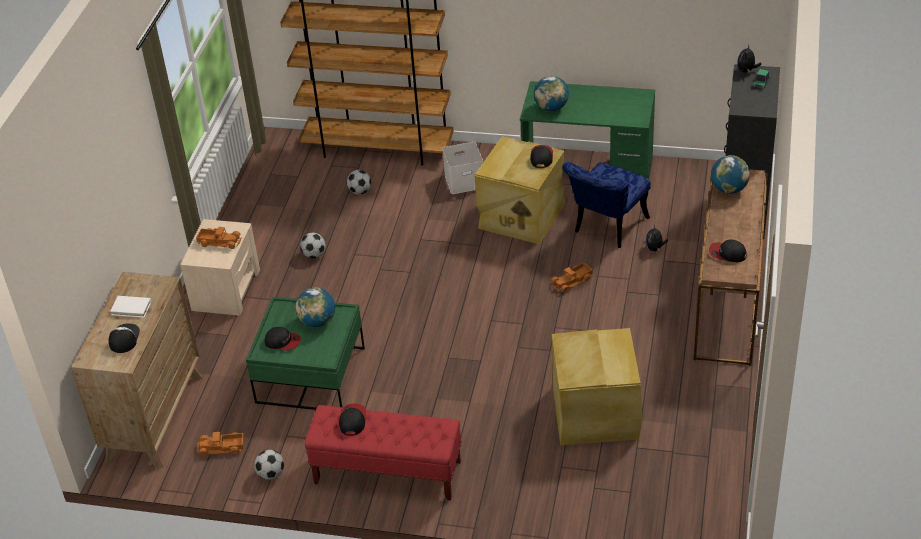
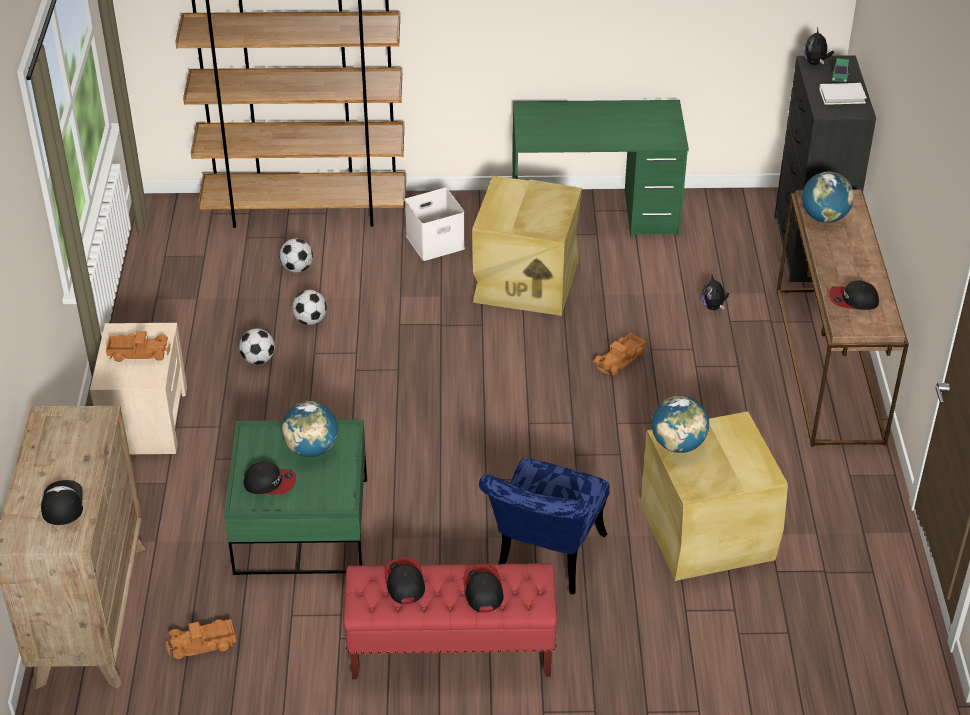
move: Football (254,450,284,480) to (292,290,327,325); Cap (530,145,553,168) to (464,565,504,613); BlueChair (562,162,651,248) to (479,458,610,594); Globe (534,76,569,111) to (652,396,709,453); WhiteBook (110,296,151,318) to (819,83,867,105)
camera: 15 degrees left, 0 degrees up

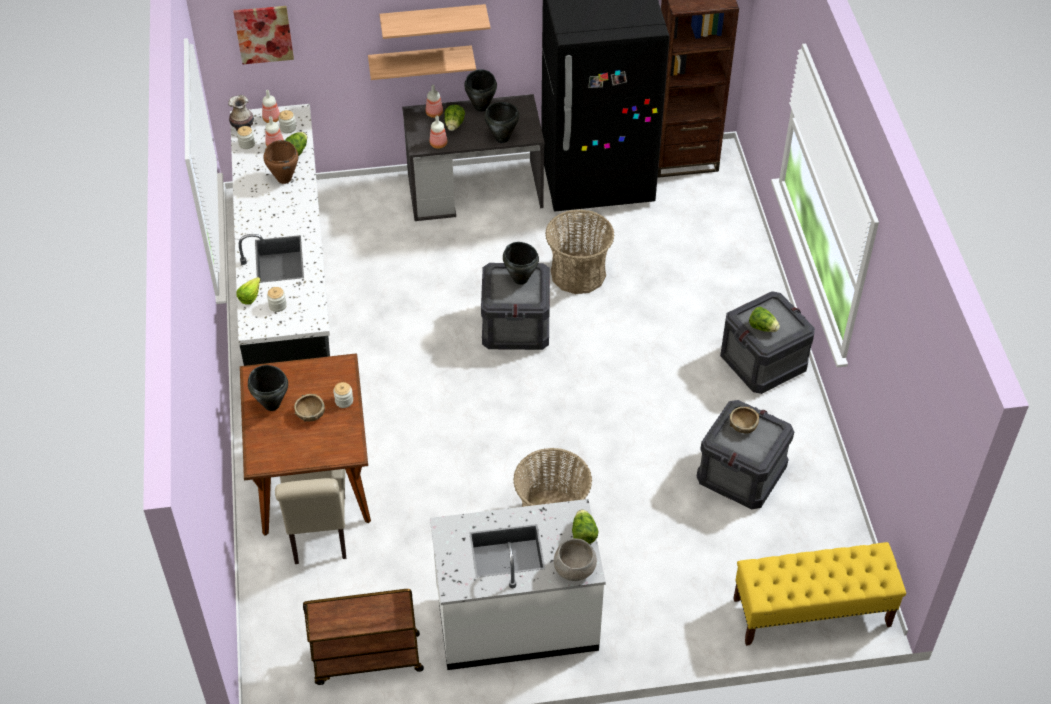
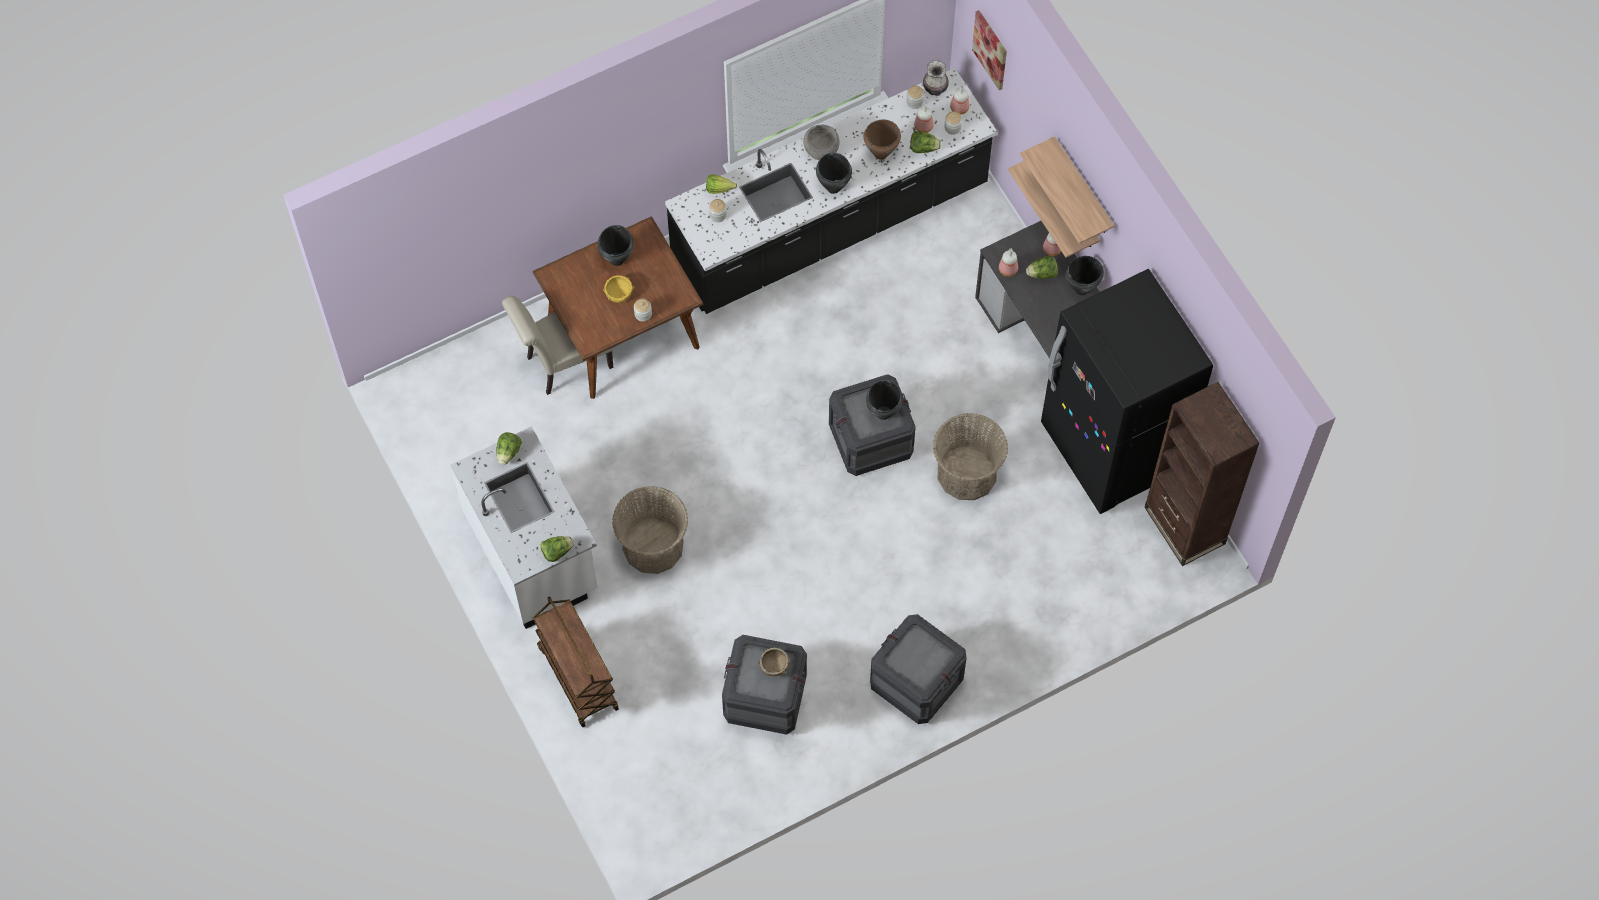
delete: YellowBench (733,542,906,646)
move: Lettuce (749,307,780,332) to (496,432,522,465); BrownCart (303,589,424,685) to (532,596,619,727); GreyBowl (554,538,597,581) to (803,125,840,160); BlackCookingPot (484,102,519,143) to (816,152,852,194)
recolor: BrownBowl (294,394,325,422) to YellowBowl (603,275,634,303)
camera: 70 degrees right, 15 degrees up

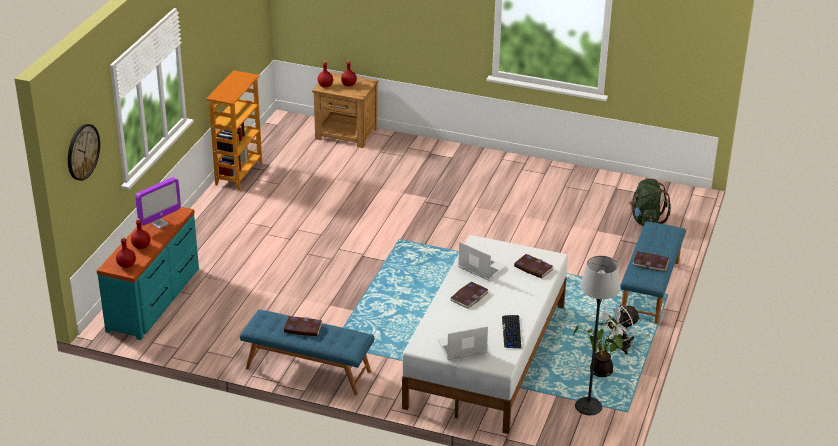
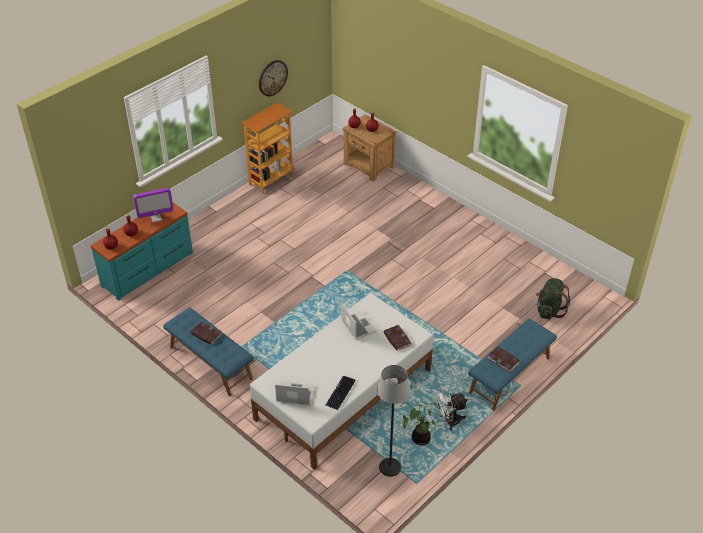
delete: Book (451,282,488,309)
move: WallClock (68,124,100,181) to (259,60,288,96)
camera: 25 degrees right, 10 degrees up

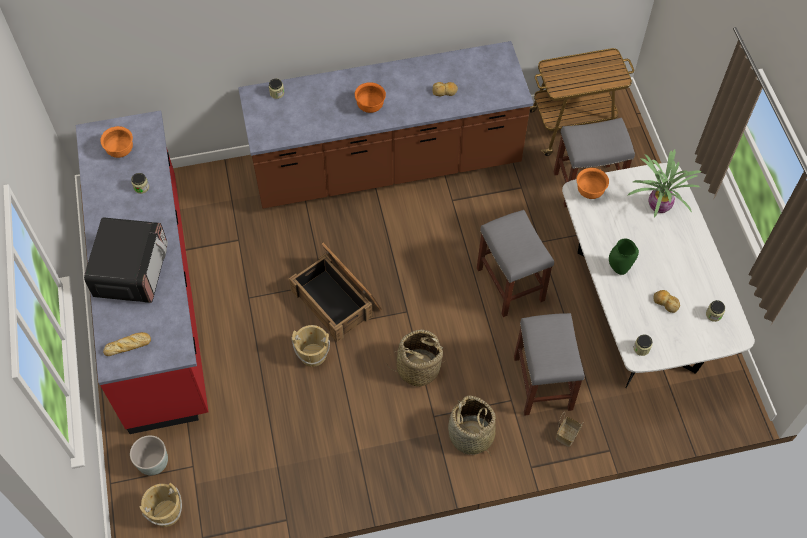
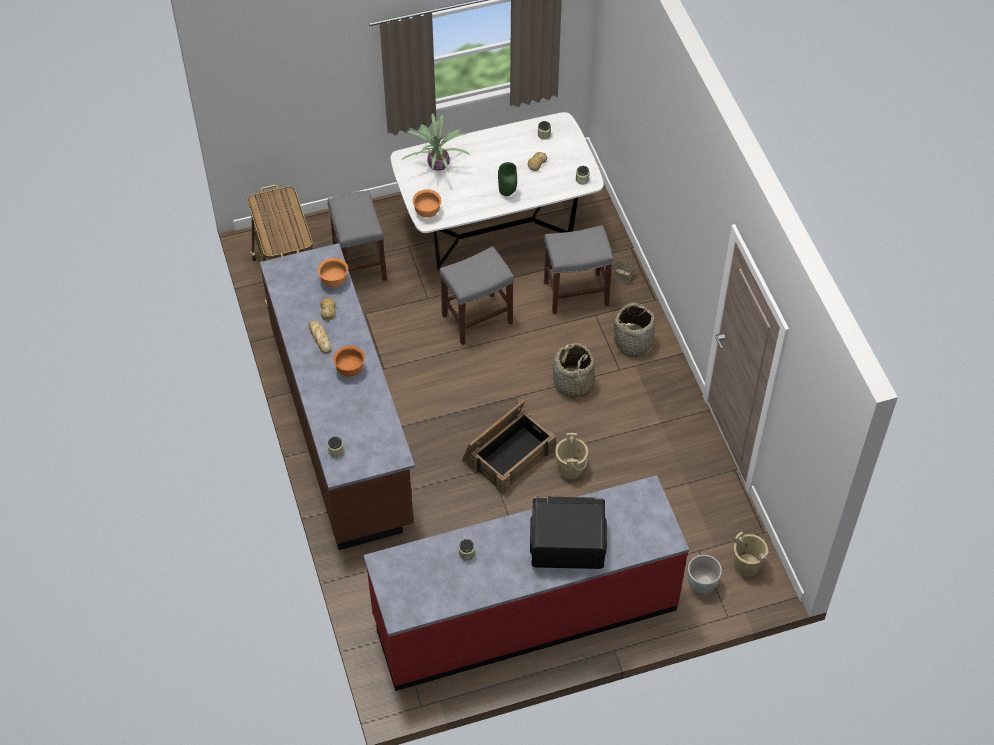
move: Bread (103,332,151,356) to (309,321,331,353); OrangeBowl (100,126,133,158) to (318,258,348,287)
camera: 95 degrees left, 5 degrees down

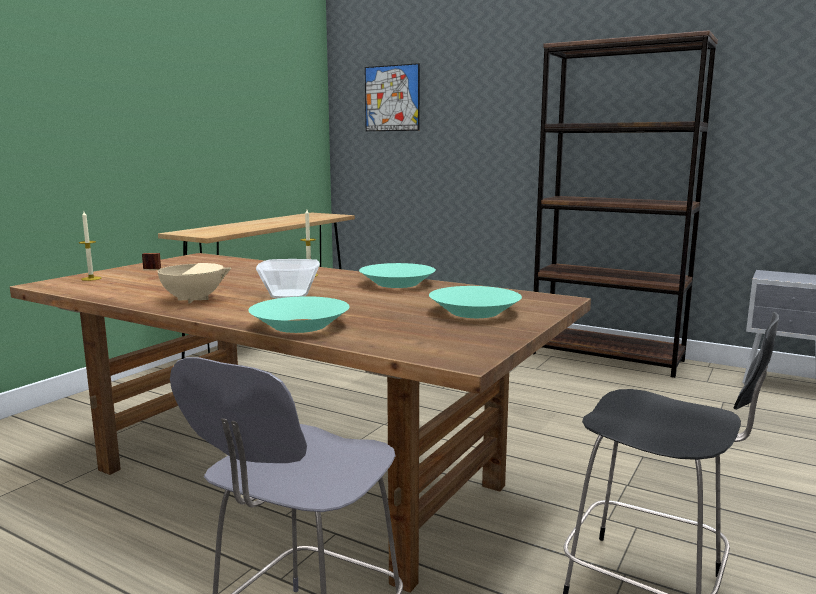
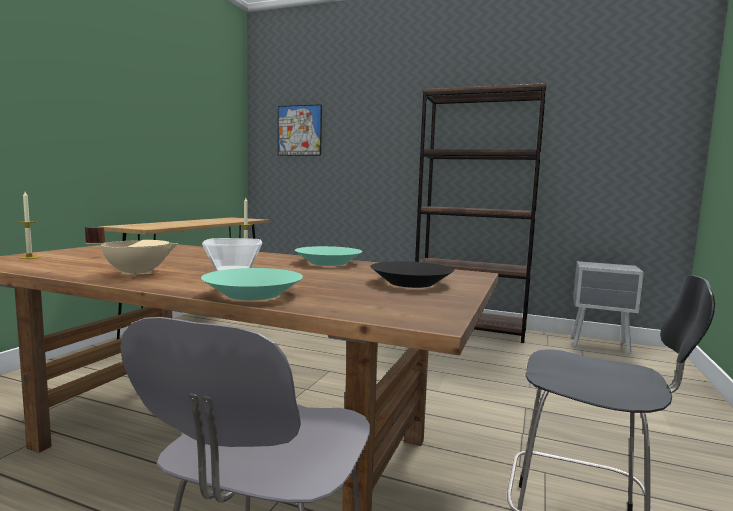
recolor: TurquoiseBowl (429,286,522,318) to BlackBowl (370,261,454,288)
camera: 10 degrees left, 5 degrees down

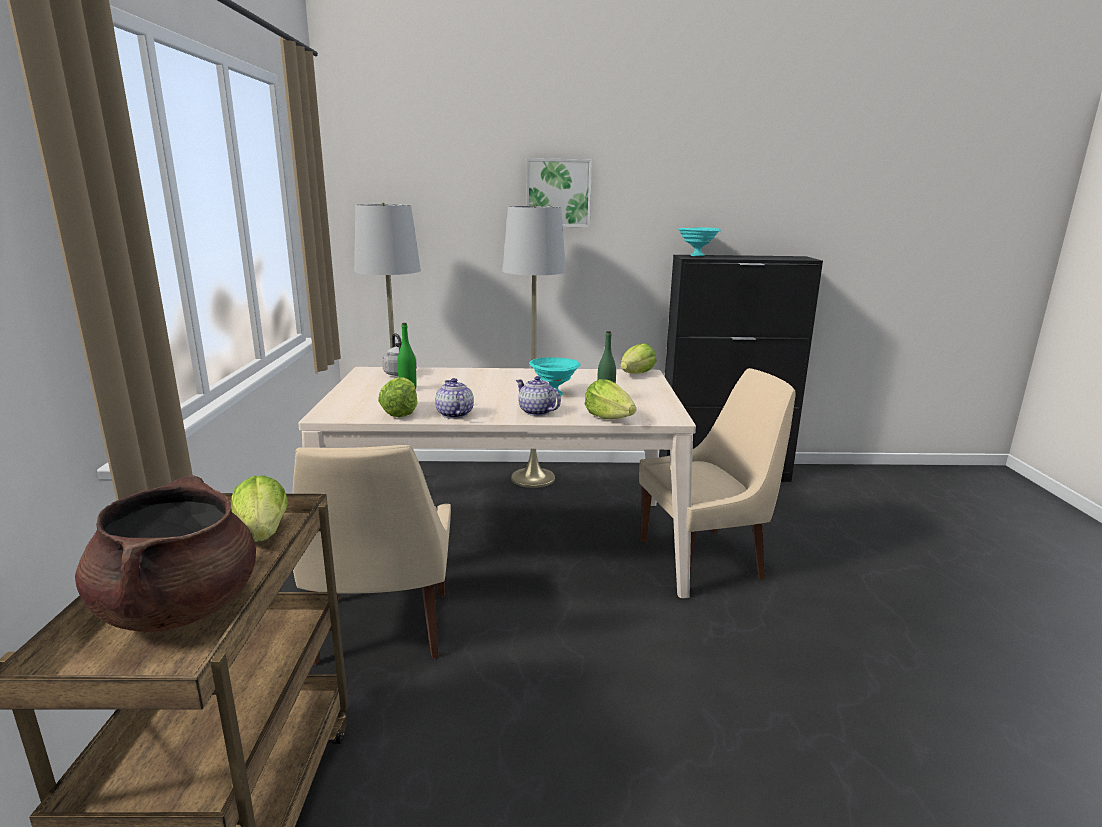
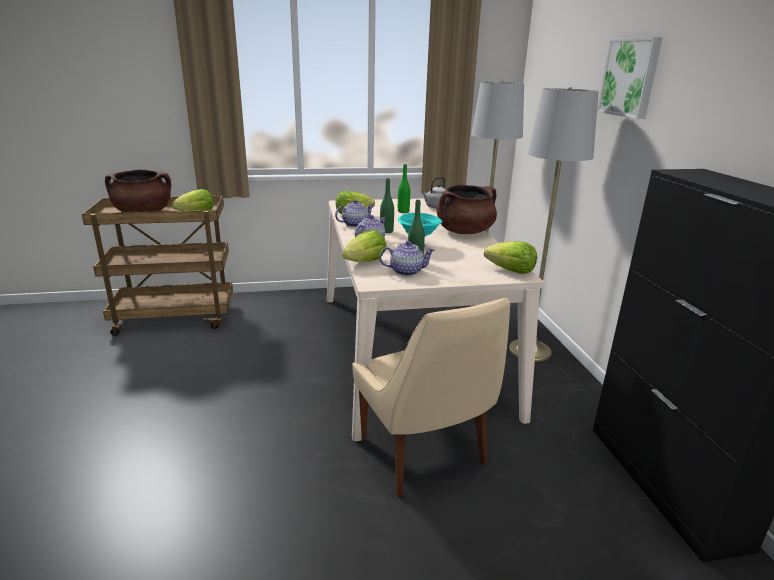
delete: BeigeChair (293,445,451,665); TurquoiseBowl (678,227,721,256)
insert: Teapot (379,241,435,276); GreenBottle (380,178,394,233); BrownCookingPot (436,185,497,234)
camera: 80 degrees right, 5 degrees up

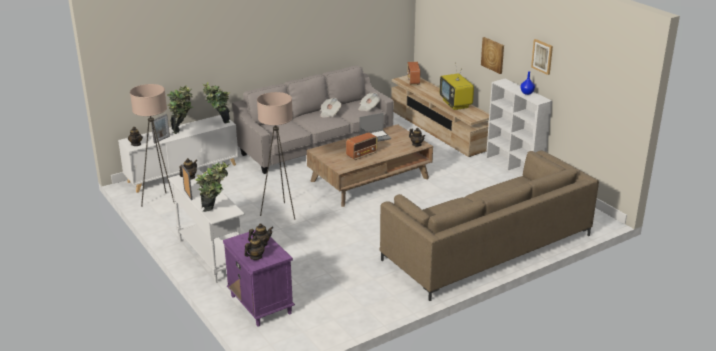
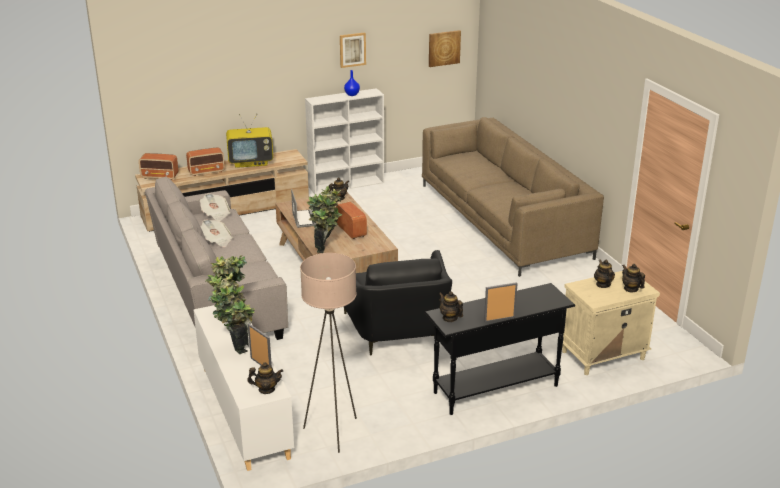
insert: Radio (186,147,225,176)
move: PottedPlant (195,162,230,212) to (307,186,342,253); Picture (481,37,504,74) to (429,30,461,67)
replace: BeigeFloorLamp (257,92,295,220) to BlackArmchair (344,250,452,355)
recolor: WhiteConsoleTable (168,170,245,283) to BlackConsoleTable (425,283,575,415); PurpleNightstand (223,230,295,326) to BeigeNightstand (562,271,660,375)
camera: 80 degrees left, 0 degrees up

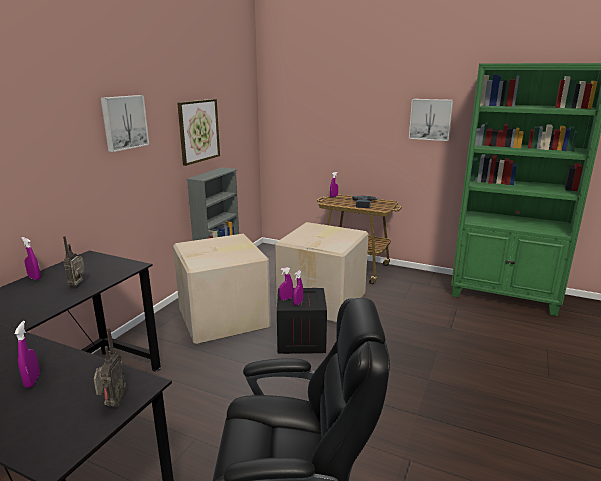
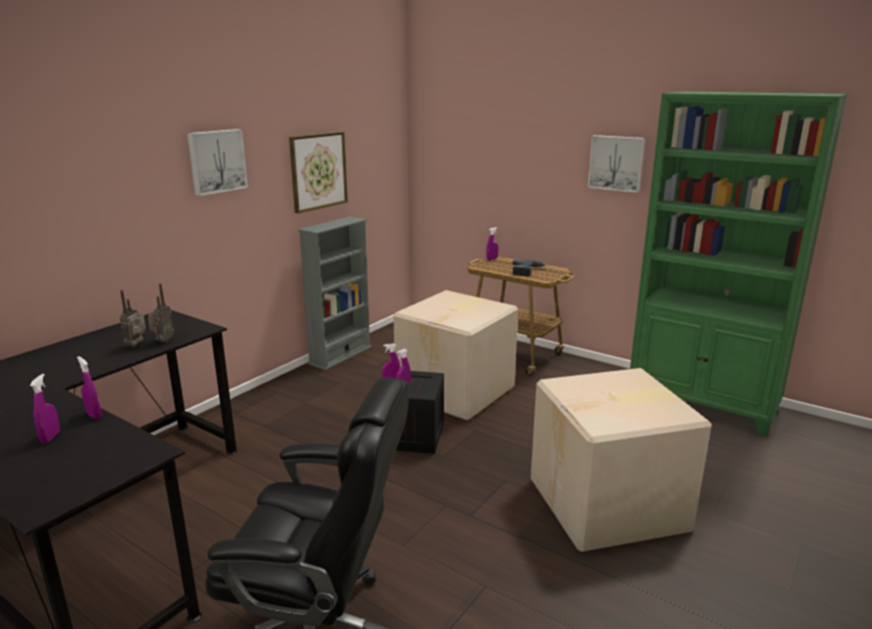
move: PurpleSprayBottle (21,237,41,280) to (77,356,102,419); Radio (94,327,126,407) to (148,283,174,342); CardboardBox (173,234,271,345) to (531,368,712,552)
camera: 10 degrees right, 0 degrees up

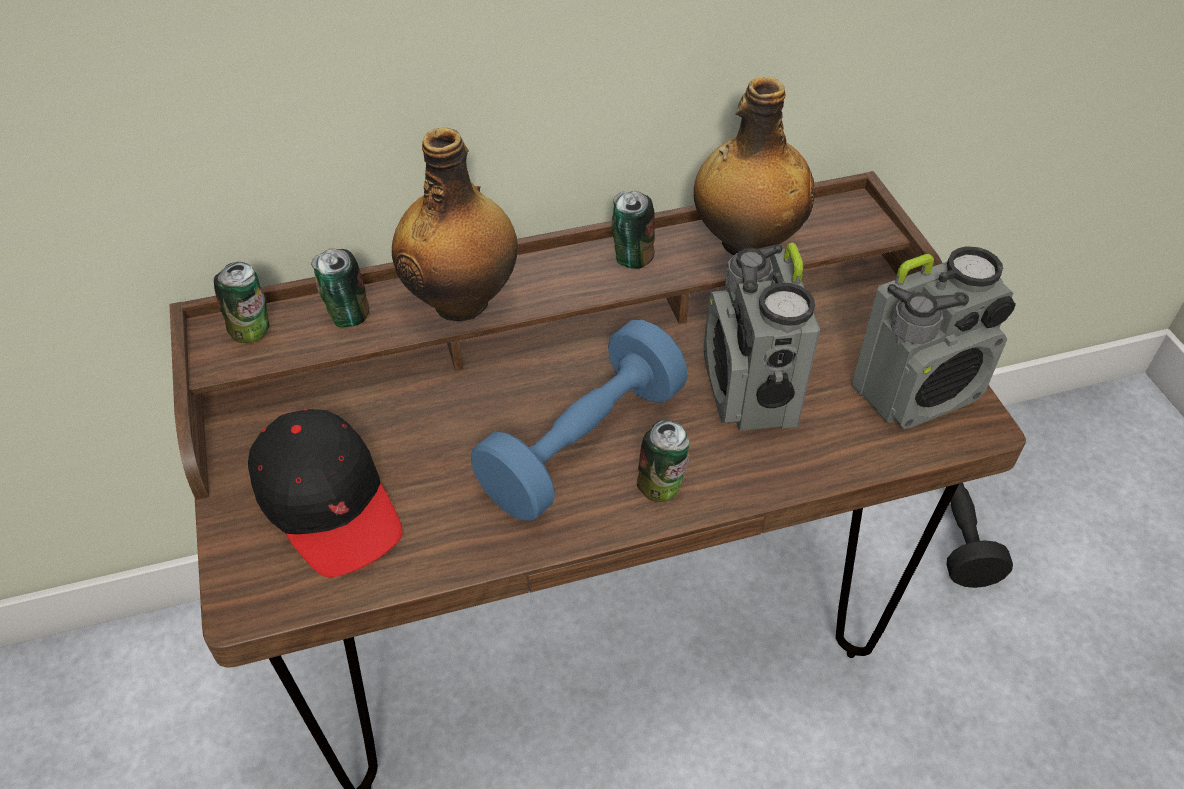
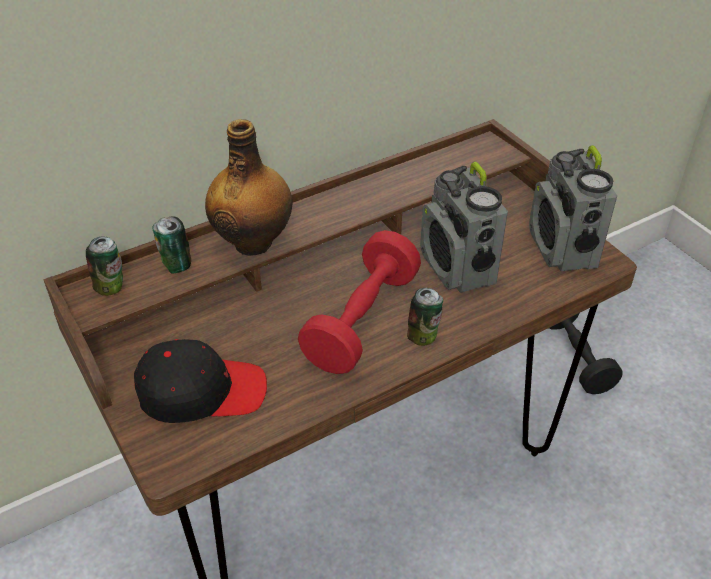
delete: Can (612,191,655,269); Bottle (694,77,815,255)
recolor: BlueDumbbell (471,320,688,521) to RedDumbbell (298,230,421,374)
rotate: BlackCap (248,409,403,577) = (134,339,267,423) 45 degrees counterclockwise; Radio (851,246,1016,429) = (529,145,617,271) 120 degrees clockwise
camera: 15 degrees left, 5 degrees down

